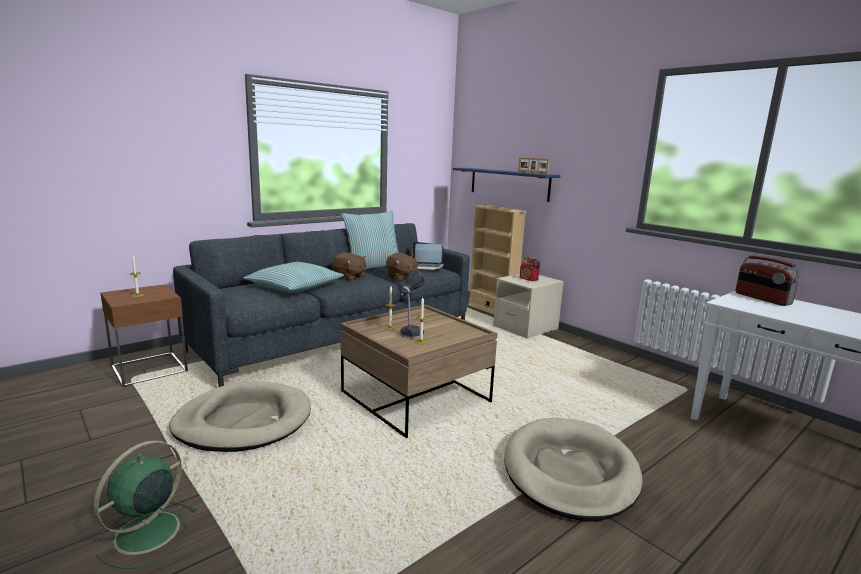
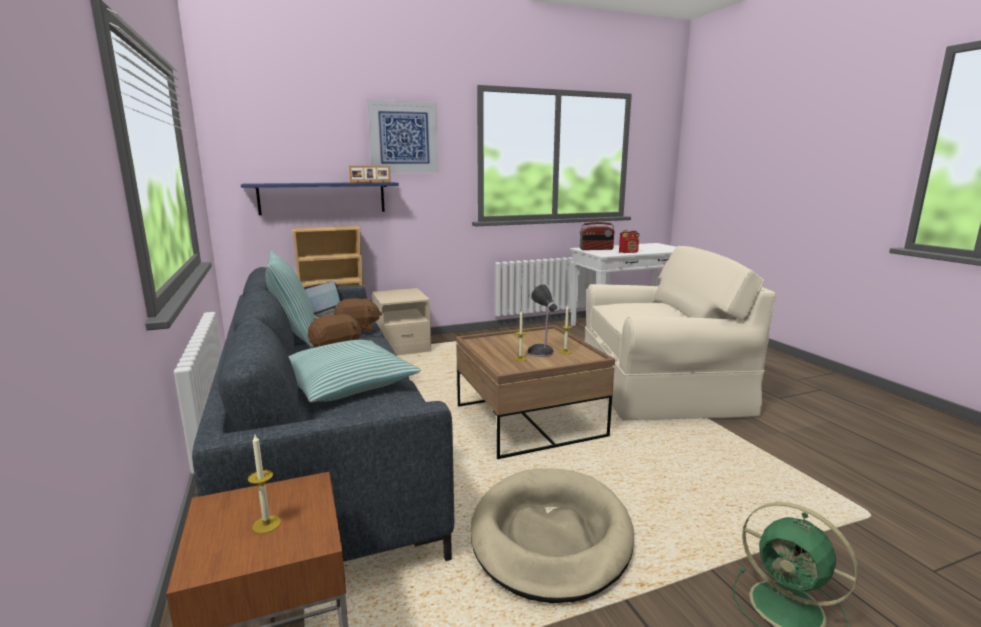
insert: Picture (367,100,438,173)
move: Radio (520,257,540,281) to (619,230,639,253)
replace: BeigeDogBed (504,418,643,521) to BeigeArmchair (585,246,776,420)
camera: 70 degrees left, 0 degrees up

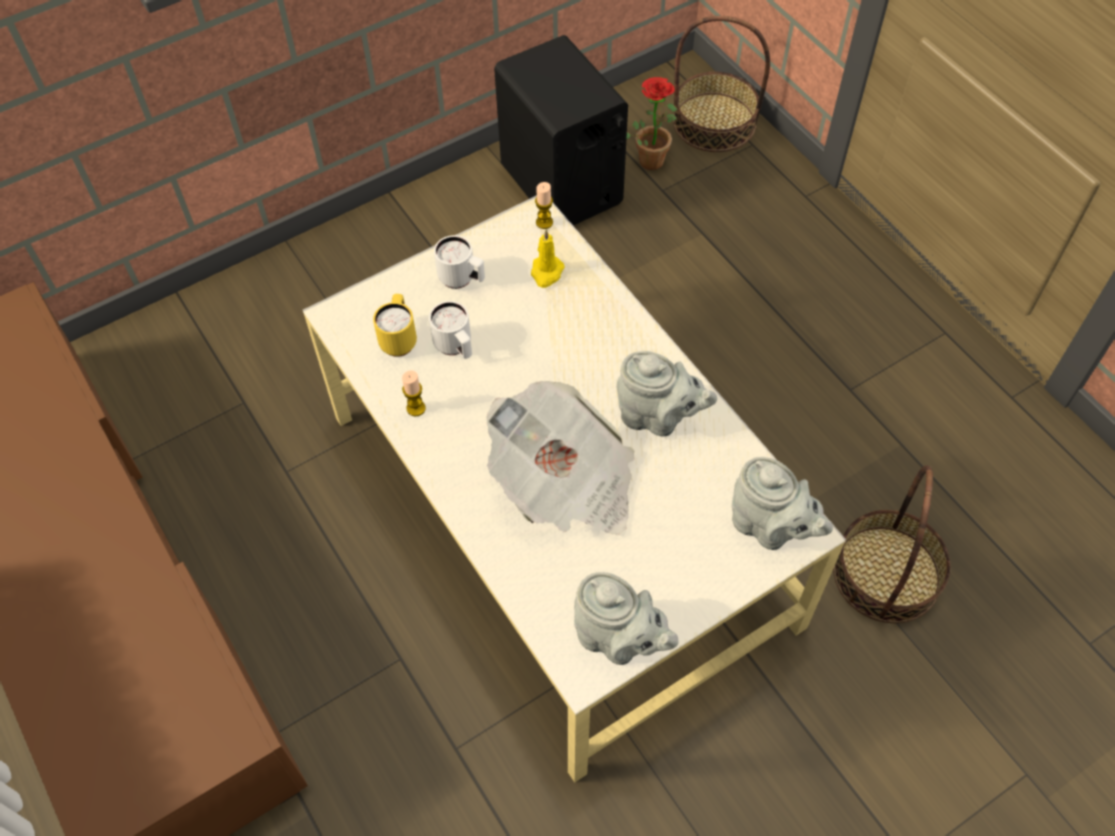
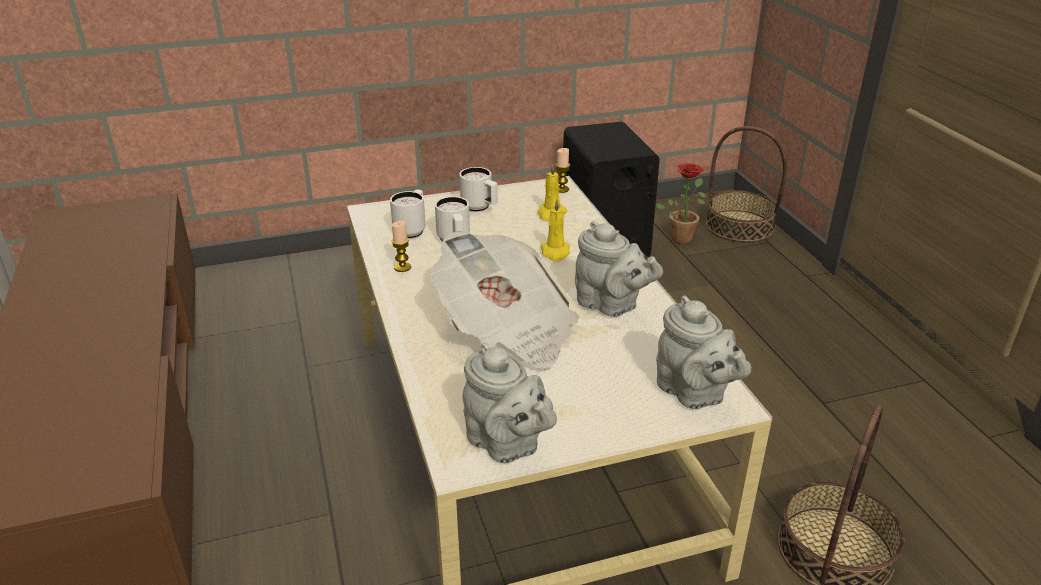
insert: YellowCandle (540,199,570,261)
recolor: YellowMug (373,294,417,357) to WhiteMug (390,189,426,239)
camera: 15 degrees right, 25 degrees down

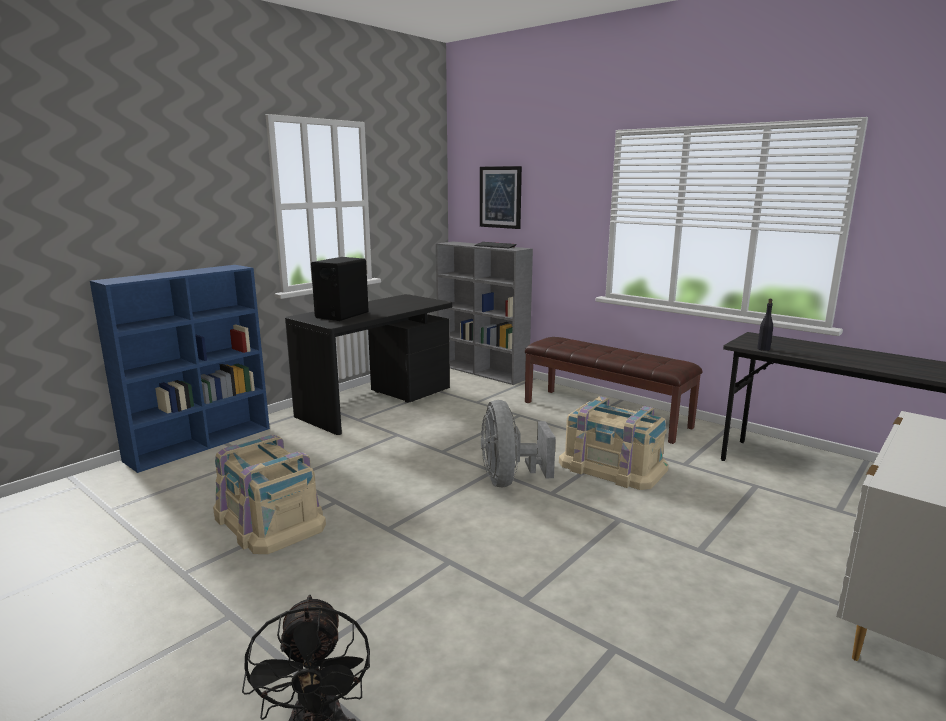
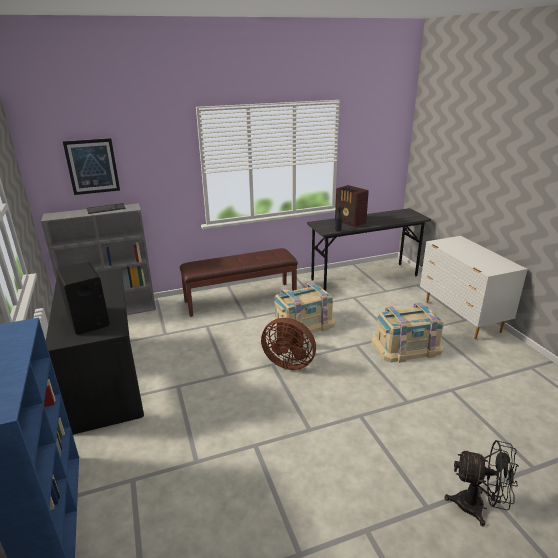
insert: Radio (335,185,369,227)
move: BeigeStorageBox (213,435,326,554) to (371,302,444,363)
recolor: GreyFan (481,400,556,487) to BrownFan (261,318,316,370)
camera: 60 degrees left, 10 degrees up

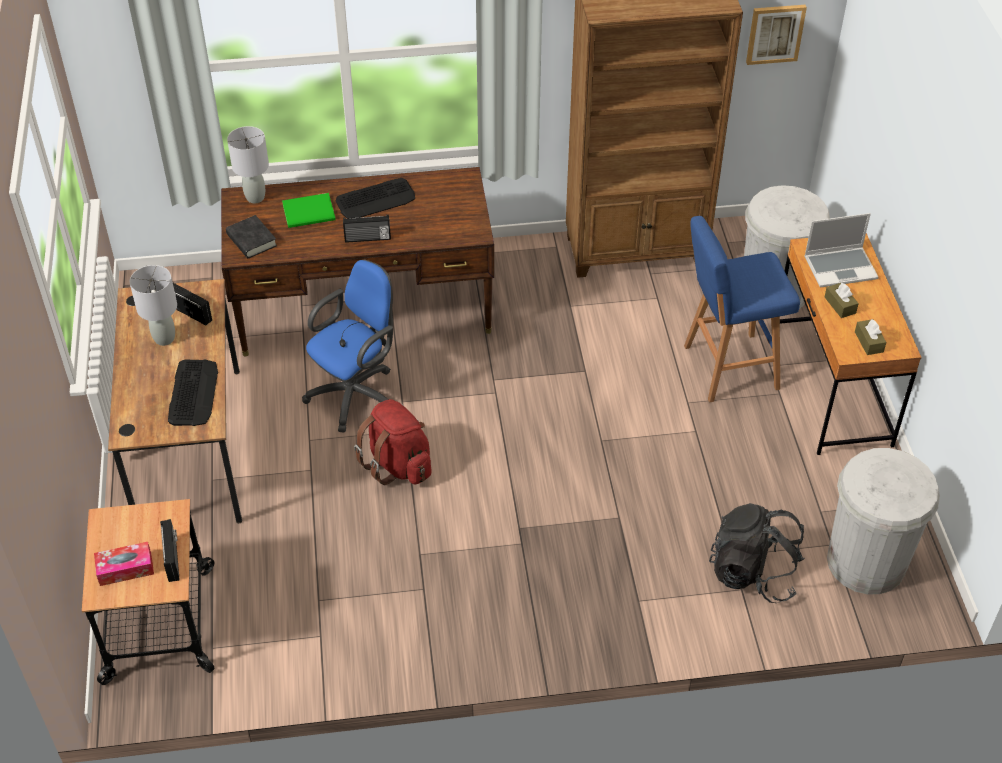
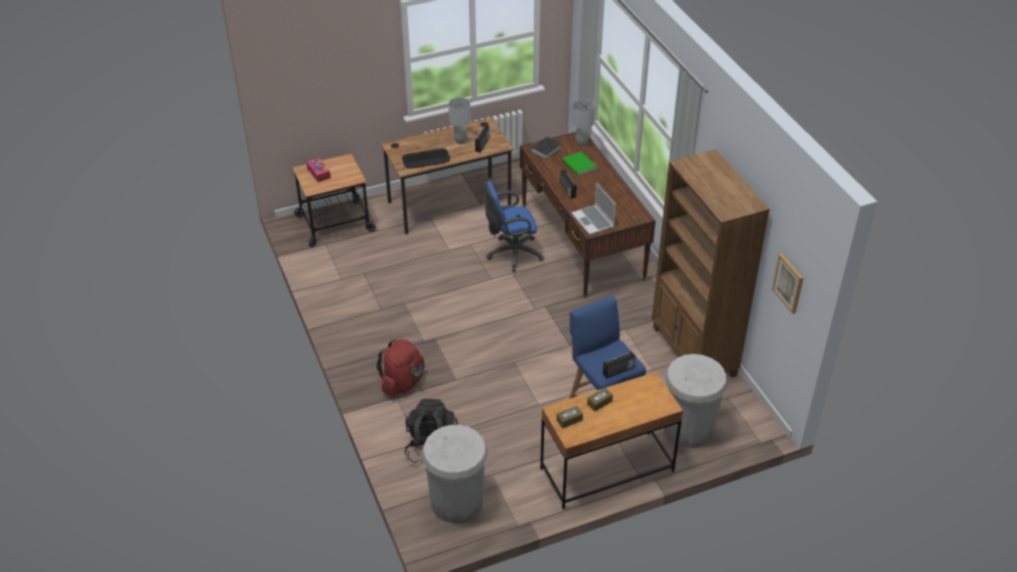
delete: Keyboard (336,178,415,219)
move: RedBackpack (354,399,432,485) to (376,339,425,397); Laptop (804,213,879,287) to (571,183,616,235); Radio (160,519,180,582) to (603,351,635,378)
rotate: BlueOfficeChair (302,260,393,433) = (485,181,544,272) 135 degrees clockwise
camera: 75 degrees right, 5 degrees down

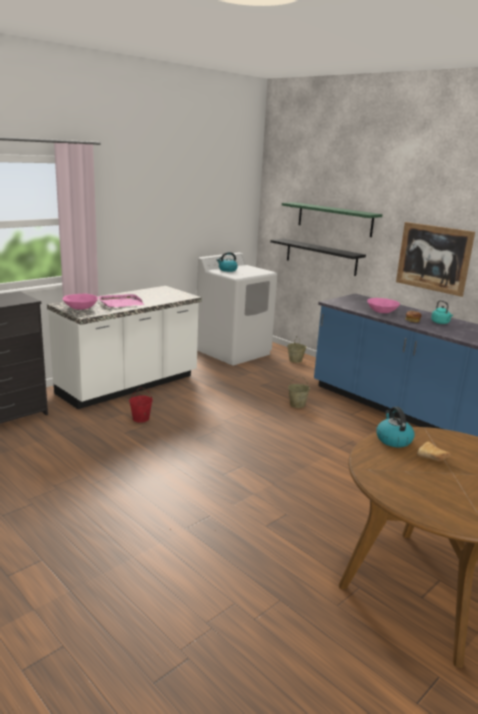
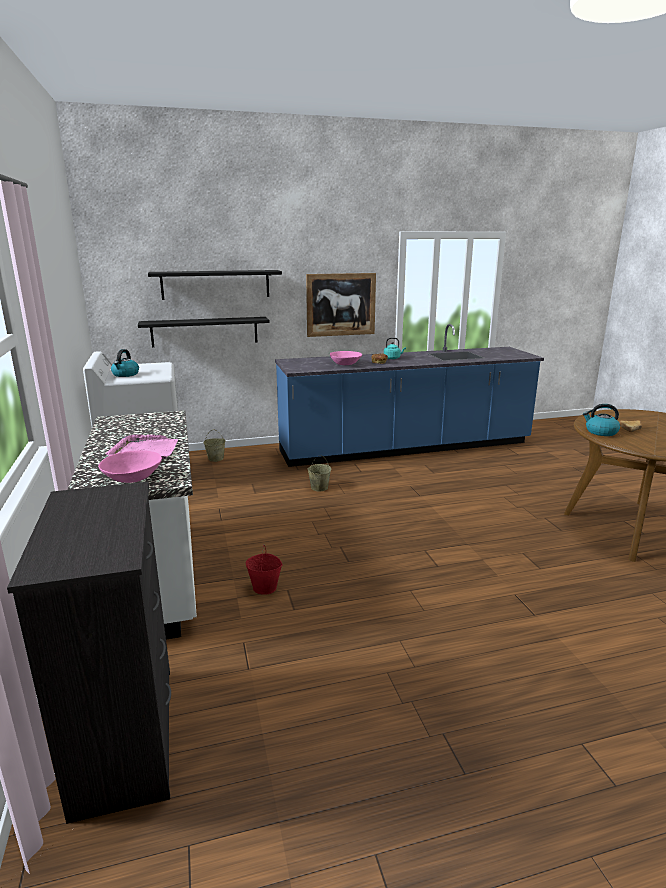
recolor: GreenShelf (282,202,382,237) to BlackShelf (148,270,282,300)
camera: 60 degrees left, 0 degrees up

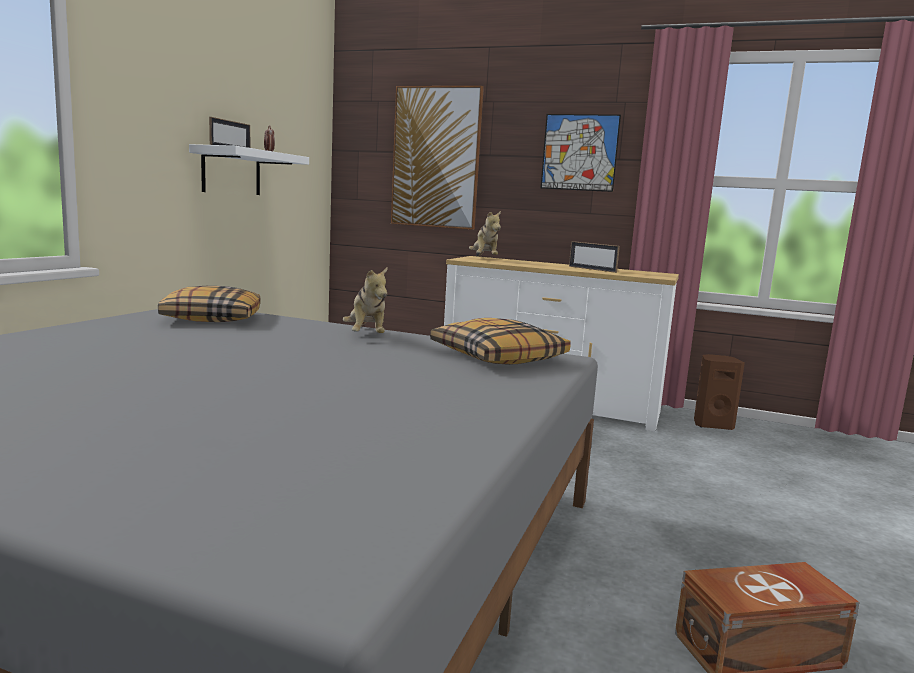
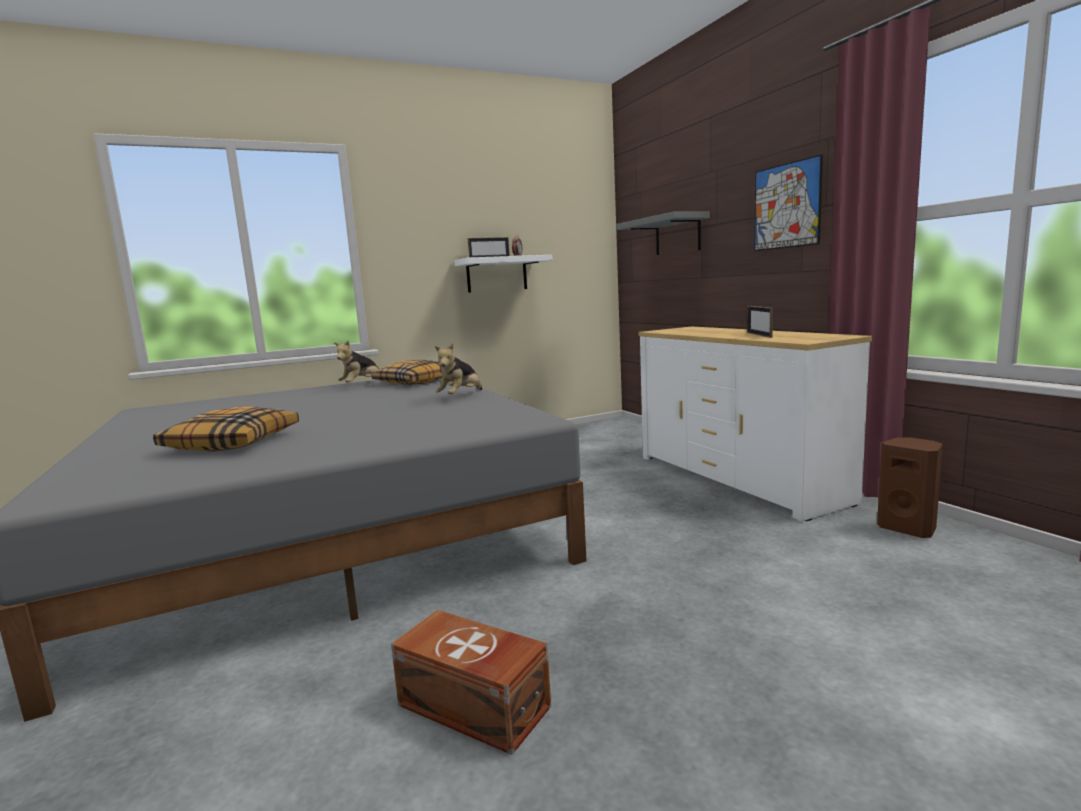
move: Pillow (430,318,571,365) to (153,406,299,451); PlushToy (469,211,501,256) to (334,340,379,383)
replace: Picture (391,86,484,230) to GreyShelf (617,211,710,255)
camera: 45 degrees right, 0 degrees up

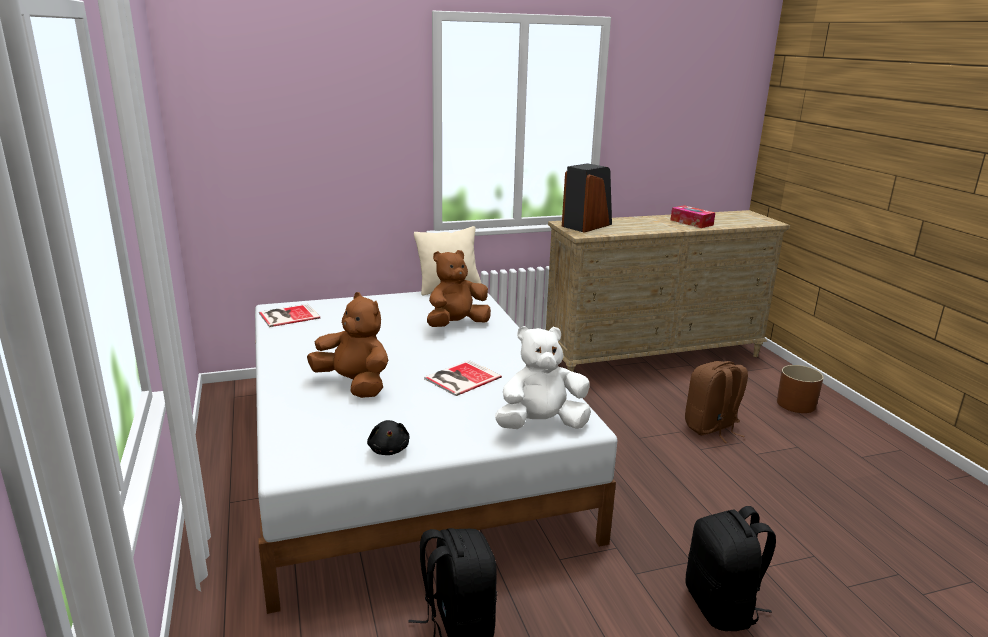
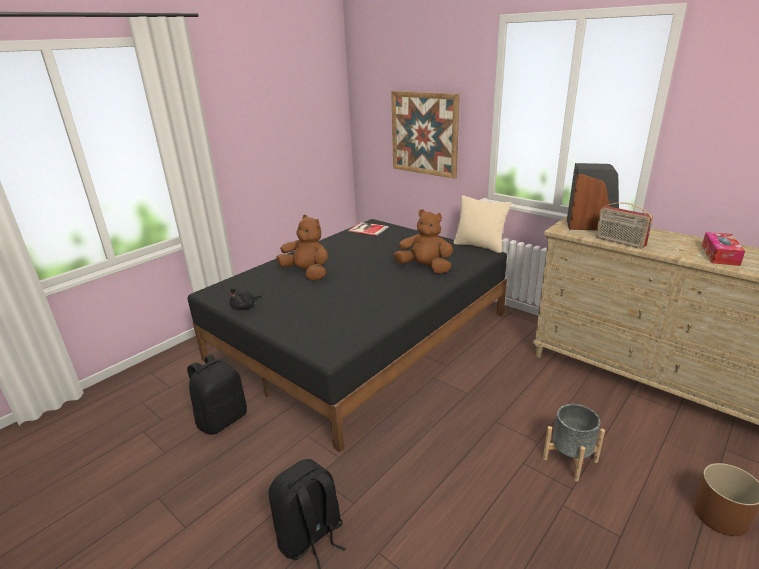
delete: Book (424,360,502,396); WhitePlushToy (495,326,591,429)
insert: Picture (391,91,460,179); Radio (596,202,653,249)
replace: BrownBackpack (685,361,748,443) to GreyPlanter (543,404,605,482)
recolor: WhiteBed (255,291,617,614) to BlackBed (187,219,507,452)
rotate: BrownPlushToy (307,292,388,398) = (276,215,328,280) 60 degrees counterclockwise
camera: 60 degrees right, 5 degrees up

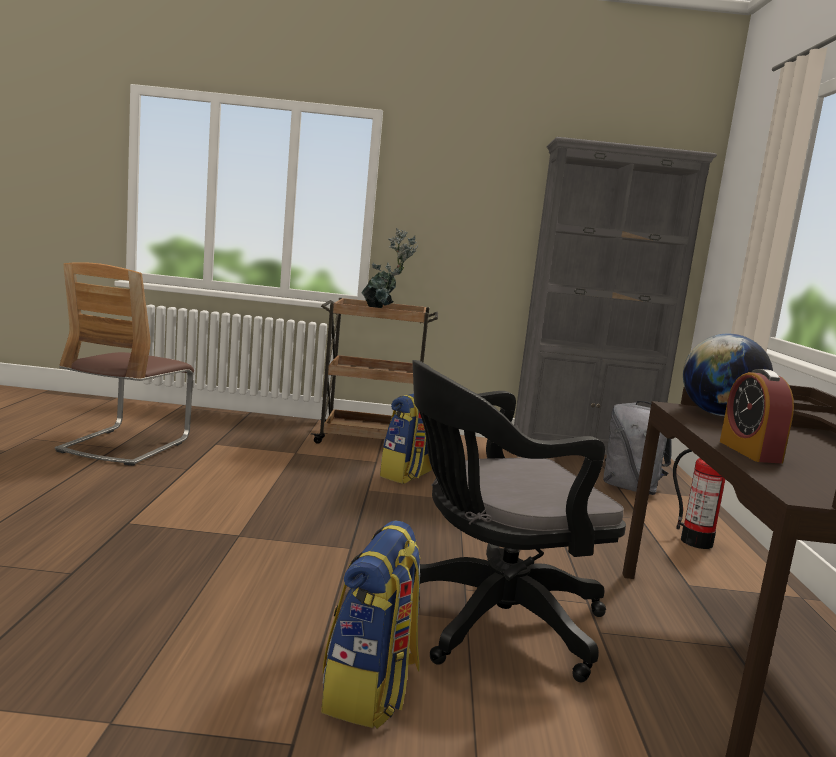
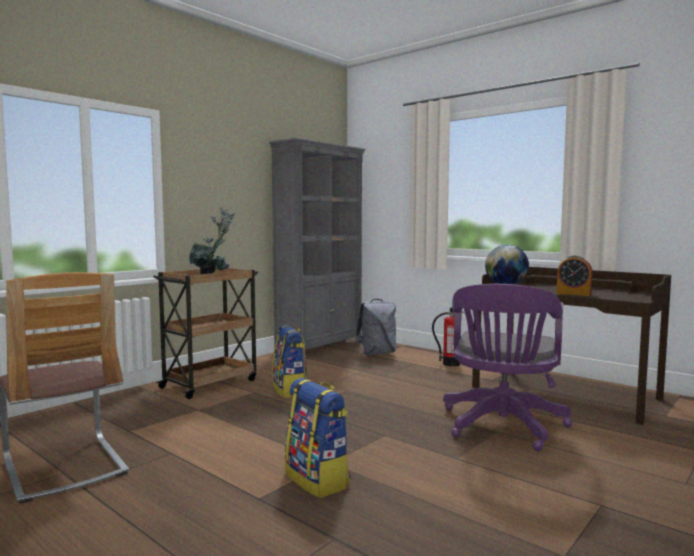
move: Backpack (321,520,421,728) to (285,378,351,498)
recolor: BlackOfficeChair (412,360,626,682) to PurpleOfficeChair (443,284,572,451)
camera: 50 degrees left, 5 degrees down

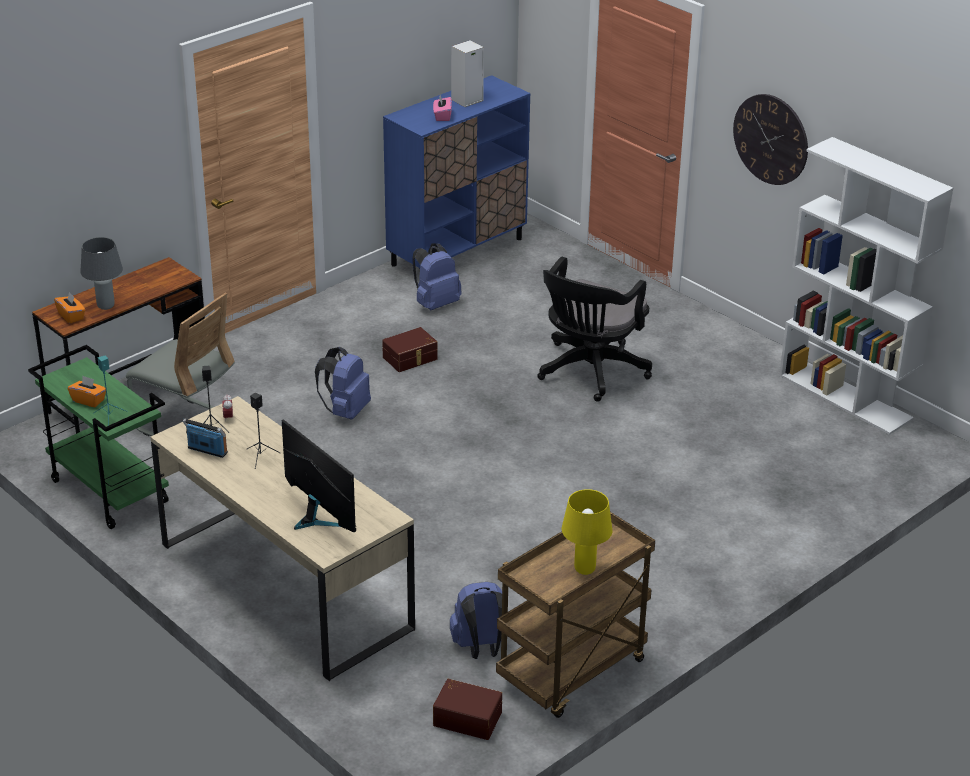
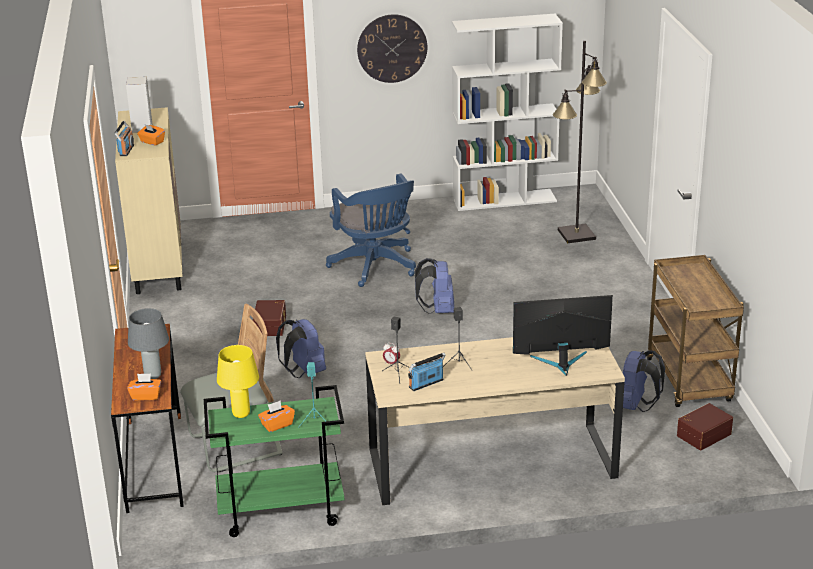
insert: Radio (114,121,134,156); BlackFloorLamp (553,41,607,243)
move: YellowTableLamp (562,489,613,575) to (217,345,259,418); BlueBackpack (412,243,462,310) to (415,258,454,314)
recolor: BlueCabinet (383,75,530,269) to BeigeCabinet (115,107,182,294); PinkTissueBox (433,95,452,121) to OrangeTissueBox (137,124,165,146); BlackOfficeChair (537,257,652,402) to BlueOfficeChair (326,173,416,287)
camera: 55 degrees left, 5 degrees down

